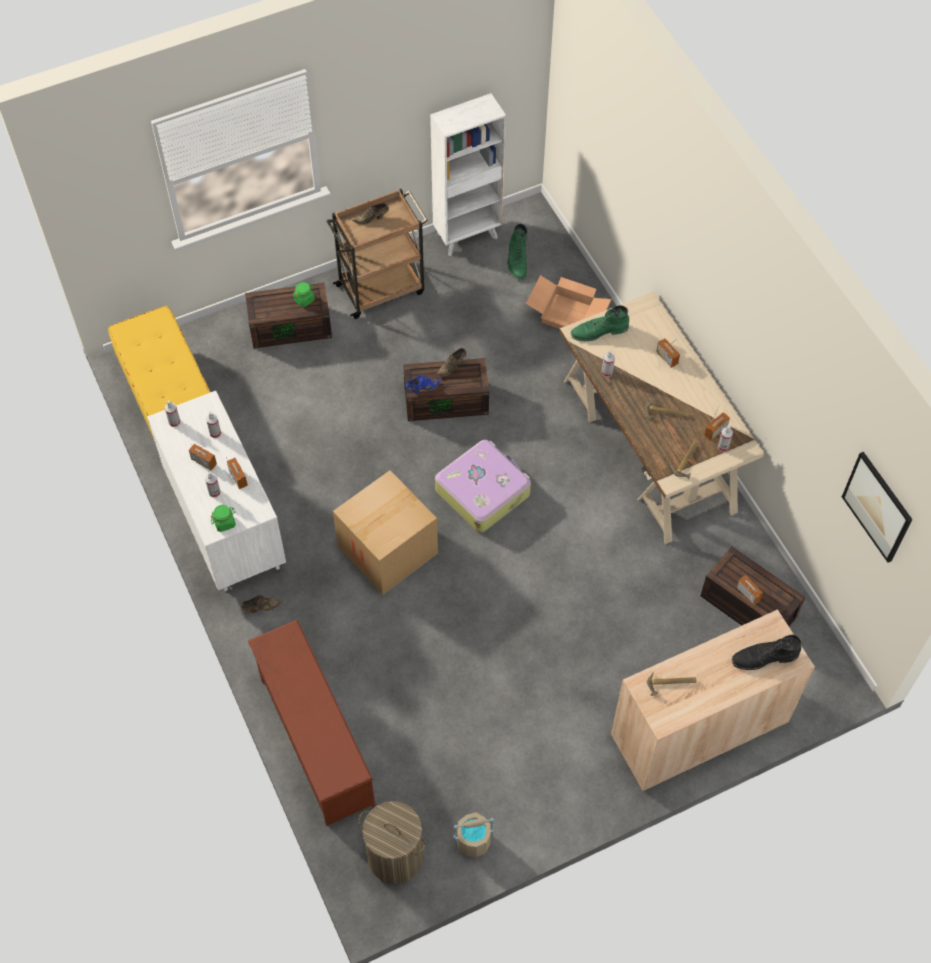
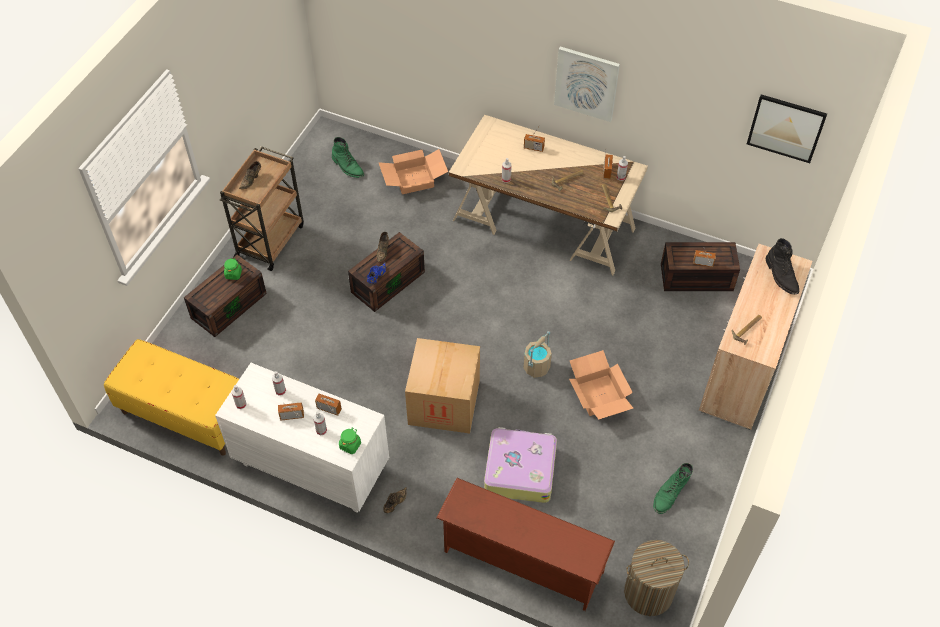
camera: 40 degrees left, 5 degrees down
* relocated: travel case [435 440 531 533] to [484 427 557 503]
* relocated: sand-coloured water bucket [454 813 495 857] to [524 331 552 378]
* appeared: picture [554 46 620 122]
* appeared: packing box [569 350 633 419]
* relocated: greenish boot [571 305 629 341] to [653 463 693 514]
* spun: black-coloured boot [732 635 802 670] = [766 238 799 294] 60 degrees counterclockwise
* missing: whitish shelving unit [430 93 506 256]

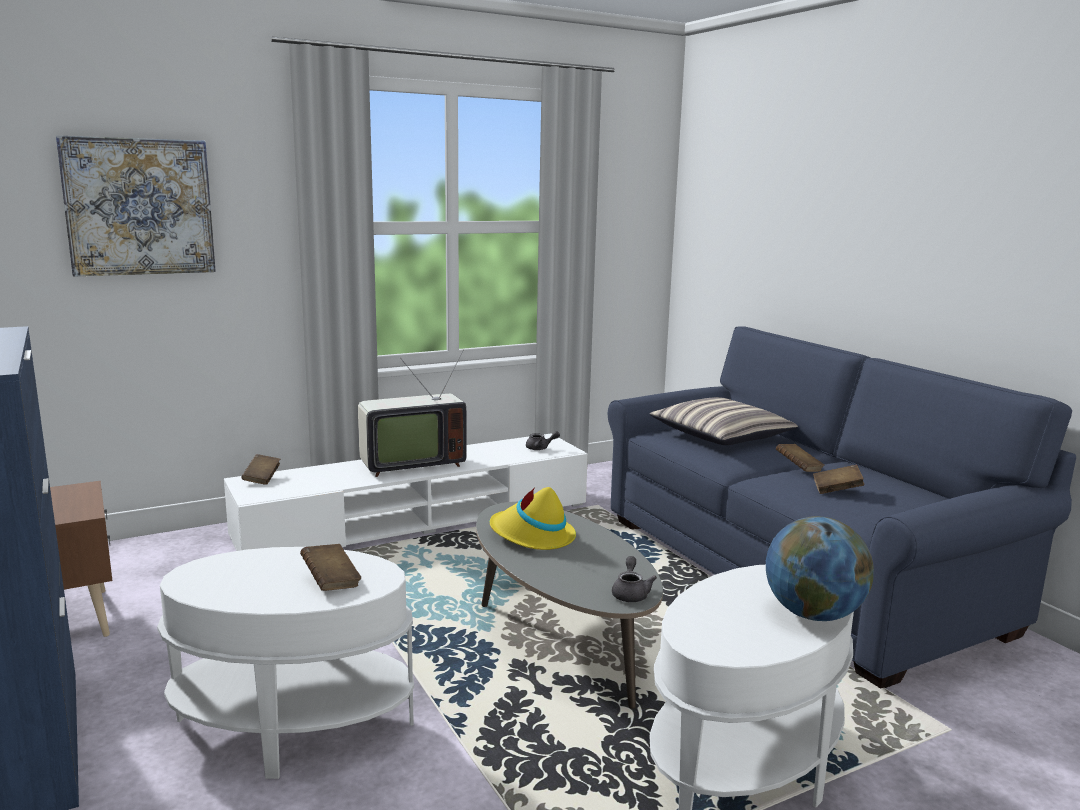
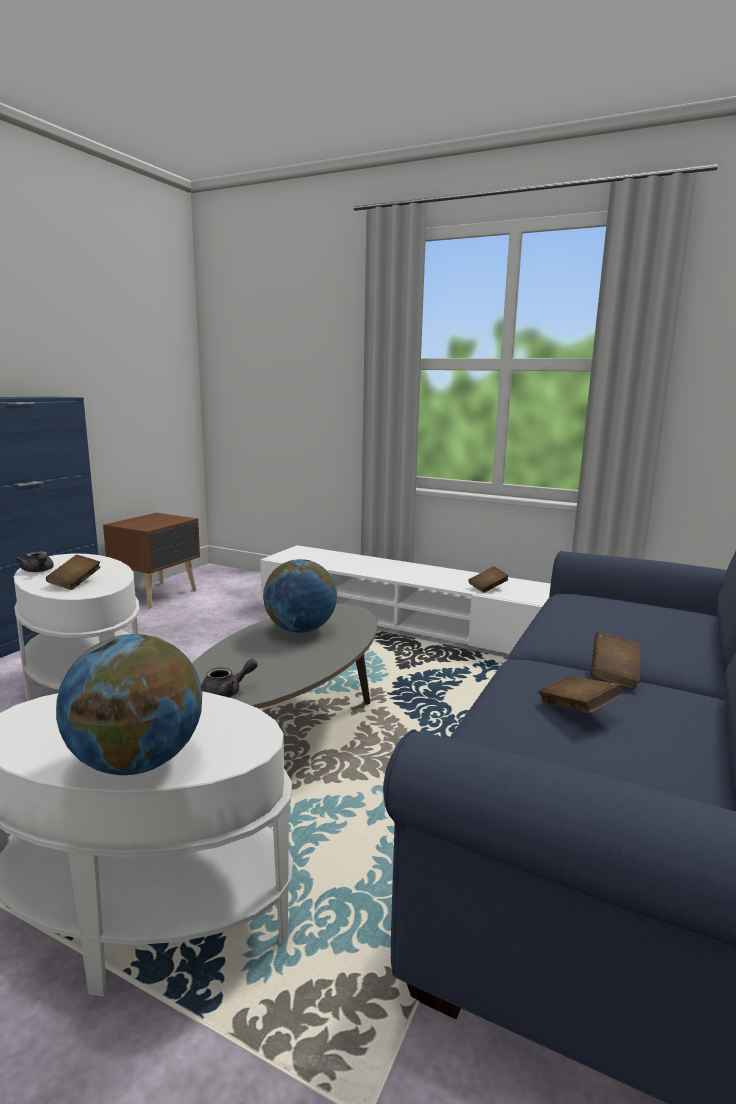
camera: 55 degrees right, 0 degrees up
* relocated: grey teapot [526 431 560 450] to [15 551 54 572]
* exchanged: yellowish hat [490 487 576 550] to globe [263 559 337 633]
* relocated: brown volume [241 454 280 485] to [469 566 509 593]
* missing: picture [56 135 216 277]
* missing: TV [358 349 467 477]
* missing: pillow [650 397 798 445]

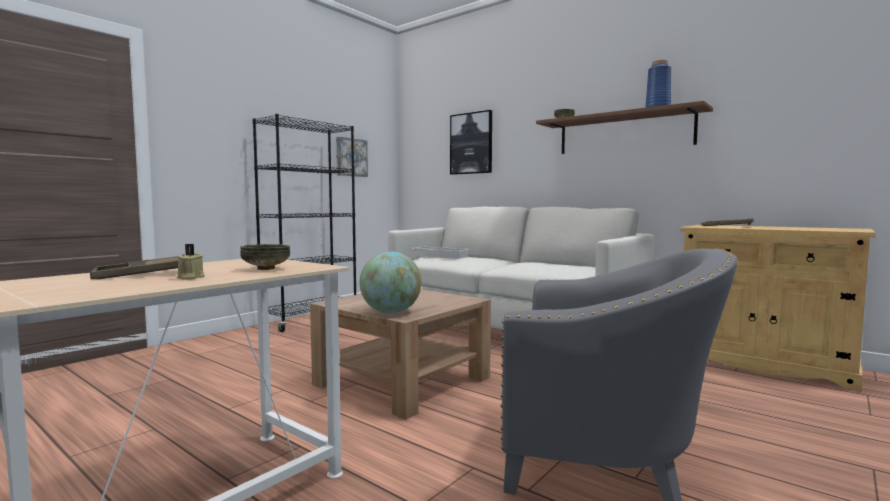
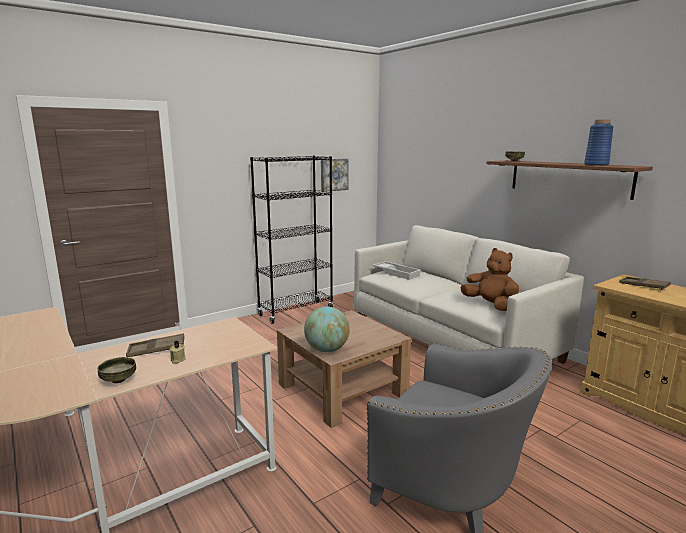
camera: 15 degrees right, 10 degrees up
* relocated: deep dish [240 244 290 270] to [98 357 136 383]
* appeared: brown soft toy [460 248 519 311]
* missing: picture [450 110 492 175]

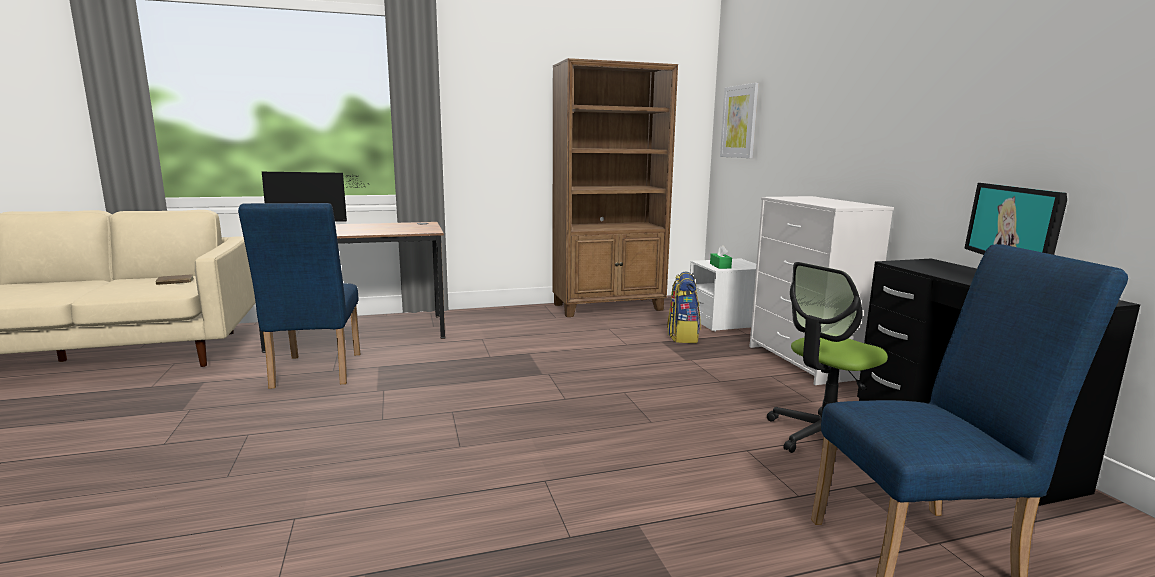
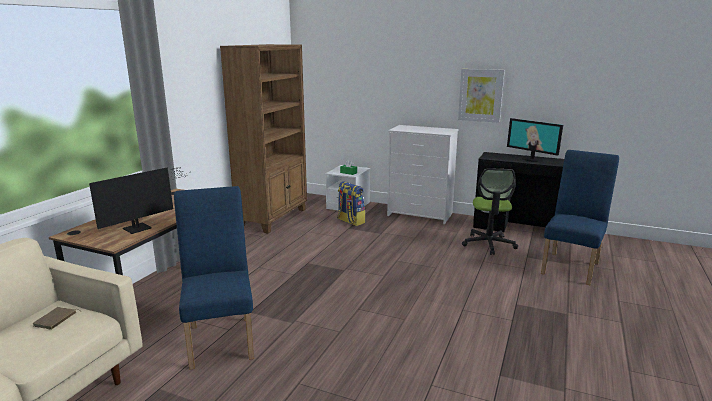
camera: 50 degrees left, 5 degrees up
* spun: blue-coloured plain chair [238 203 360 389] = [174 186 254 370] 135 degrees counterclockwise
* relocated: picture [720 83 759 158] to [458 69 505 123]

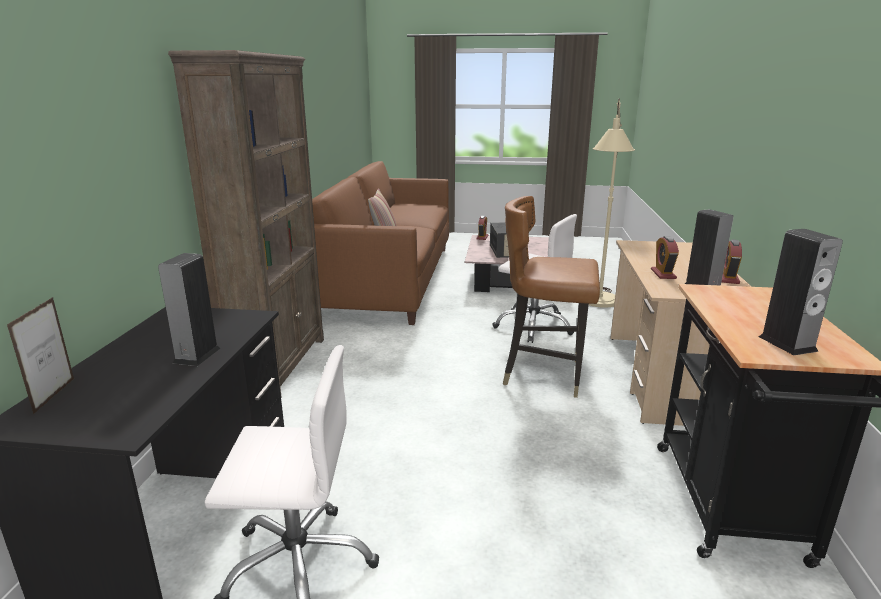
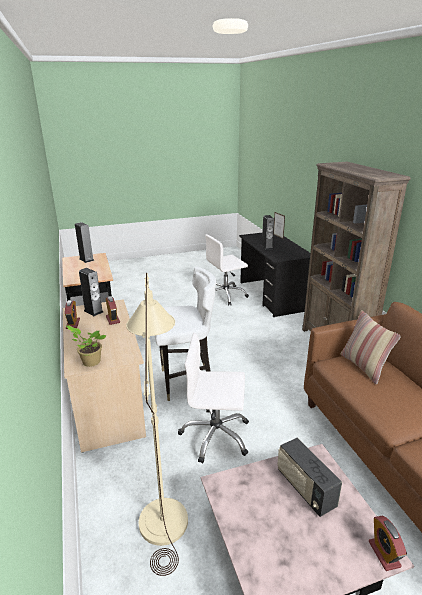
camera: 155 degrees right, 5 degrees up
* appeared: plant in a pot [66 325 107 367]
* colour: brown plain chair [503 196 600 398] to whitish plain chair [155 267 216 401]

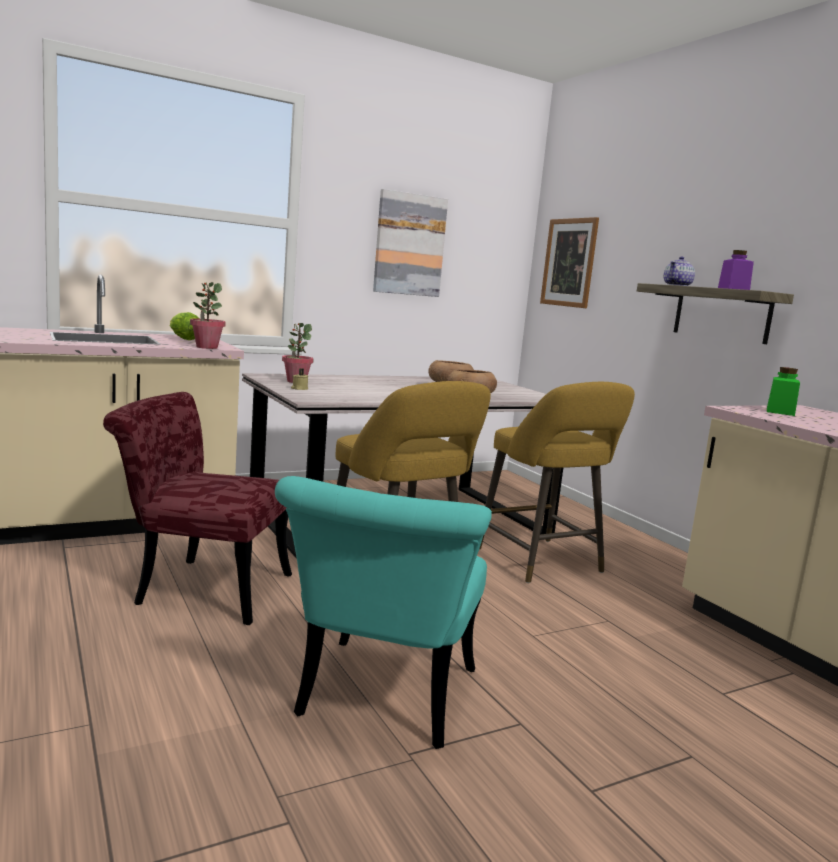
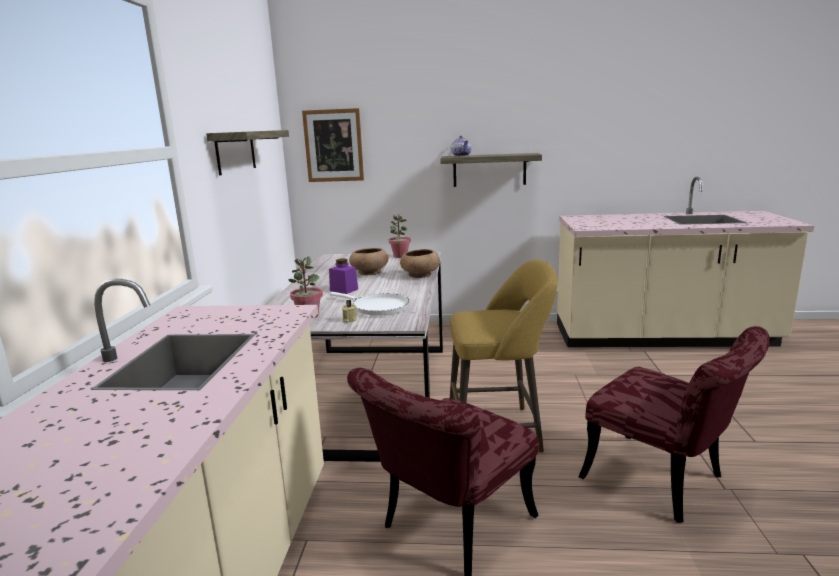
camera: 55 degrees left, 5 degrees up
* exchanged: picture [373 189 448 297] to shelf [206 130 289 175]
* relocated: purple preserve jar [718 250 754 290] to [329 258 358 294]
* appeared: whitish pan [330 292 409 316]
* relocated: plant in a pot [190 282 226 349] to [389 214 411 258]
* colour: turquoise plain chair [275 476 492 749] to red plain chair [579 326 770 523]
* missing: lettuce head [170 312 200 340]
* missing: yellowish sitting stool [479 382 635 583]
* missing: greenish preserve jar [767 367 800 416]

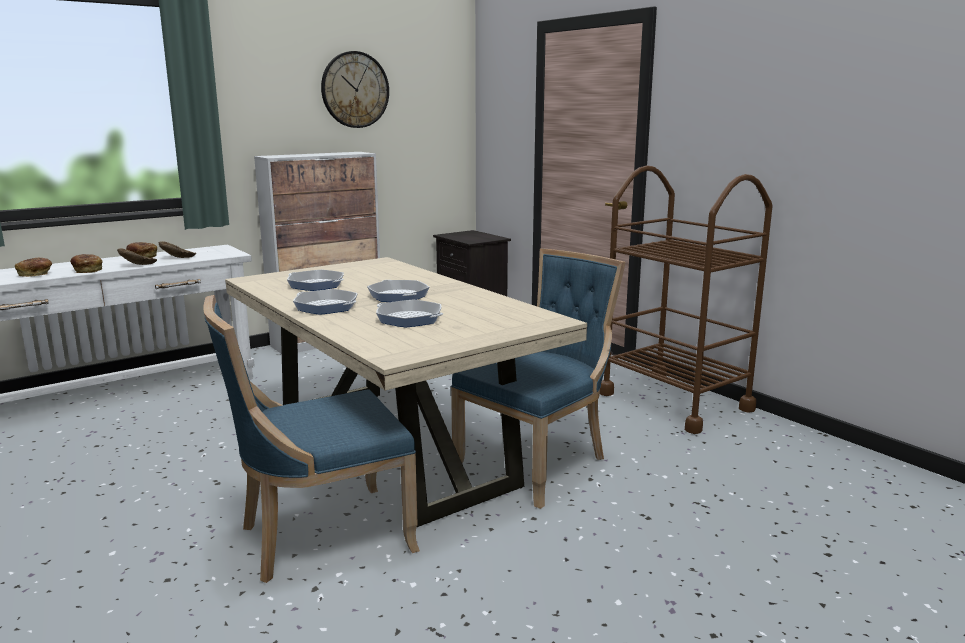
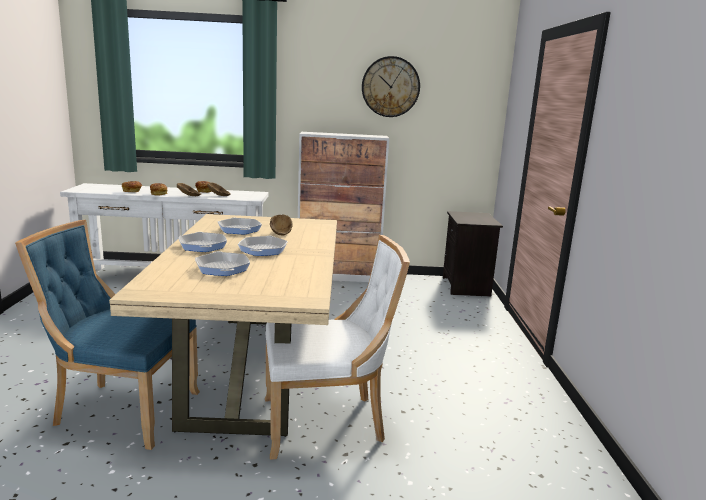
camera: 35 degrees right, 0 degrees up
* colour: blue-coloured plain chair [451 249 625 509] to whitish plain chair [265 235 410 460]
* appeared: brown deep dish [270 214 292 236]
* missing: brown cart [600 165 773 434]

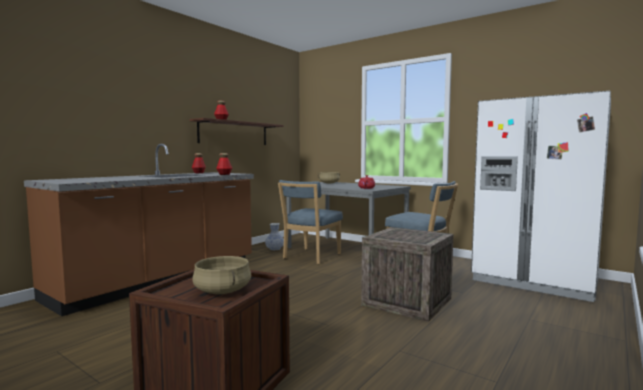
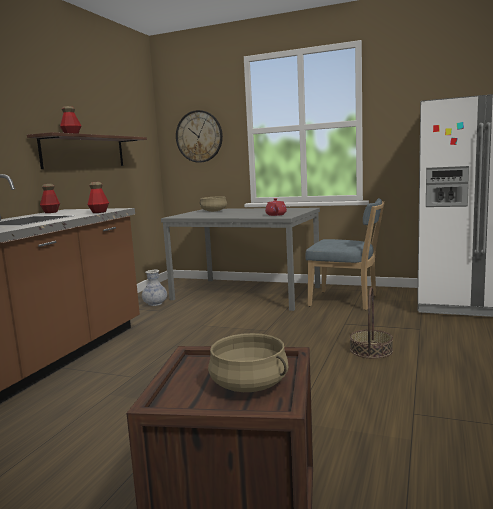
camera: 15 degrees left, 5 degrees up
* appeared: clock on the wall [176 110 223 163]
* exchanged: crate [361 227 453 322] to basket [350 287 393 359]
* missing: blue-coloured plain chair [278 180 343 264]

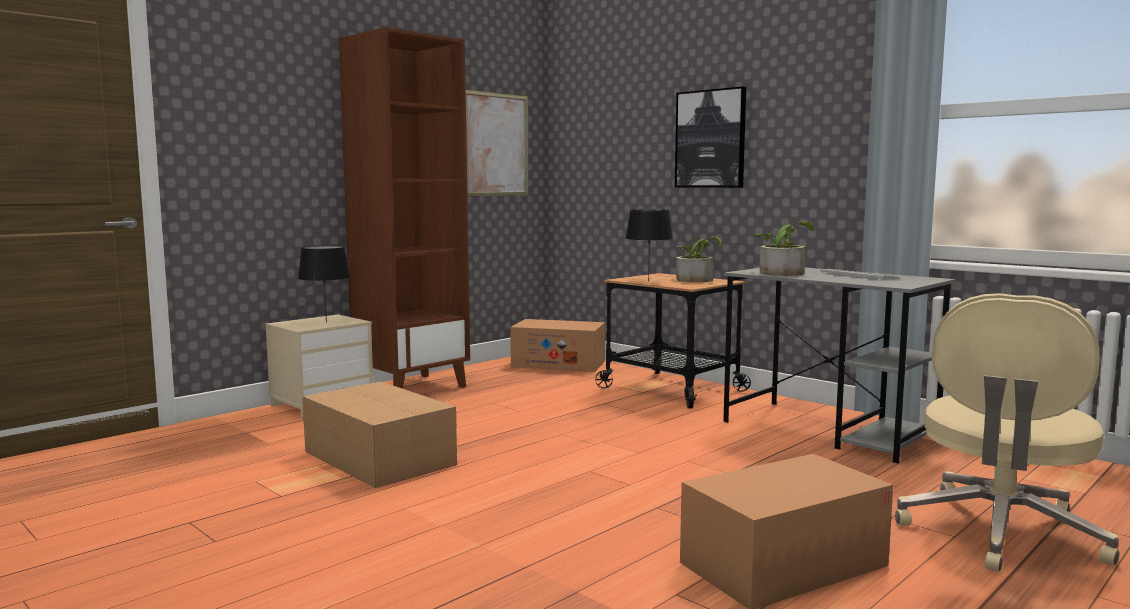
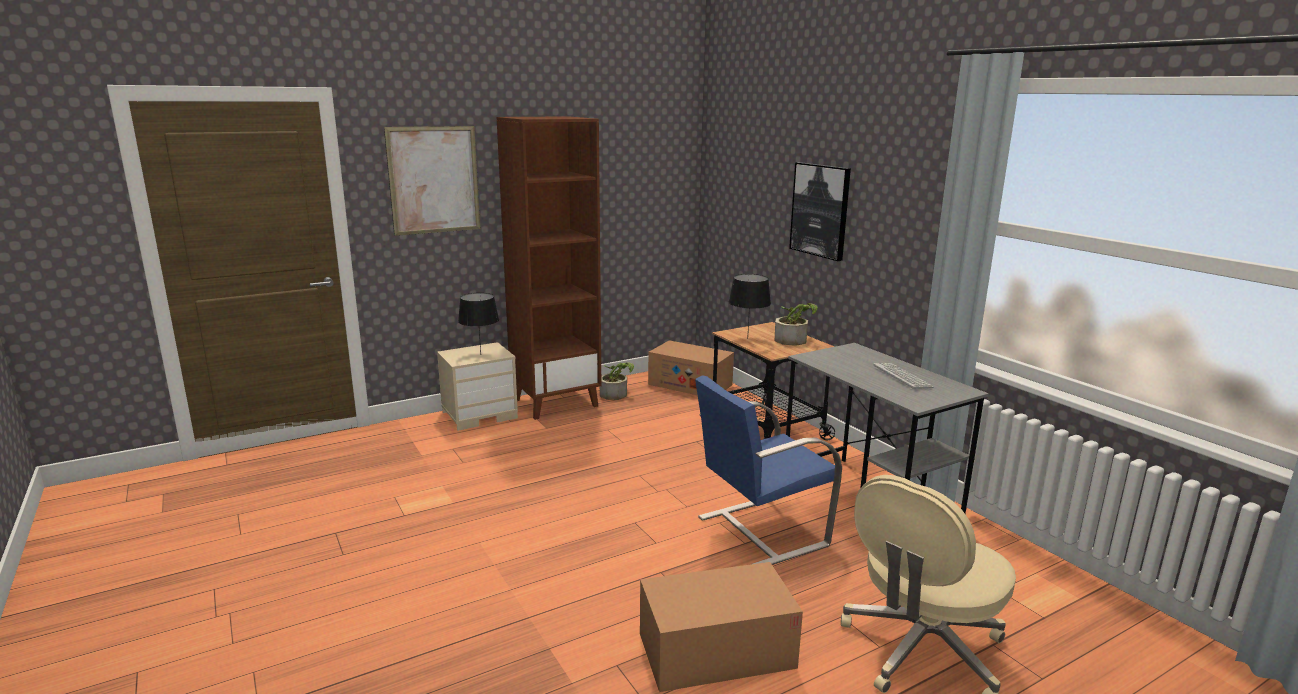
camera: 15 degrees right, 10 degrees up
* relocated: picture [466 90 529 196] to [384 126 480 236]
* relocated: plant in a pot [755 221 815 276] to [600 362 634 400]
* appeared: blue-coloured plain chair [695 375 842 565]
* missing: packing box [303 382 457 488]

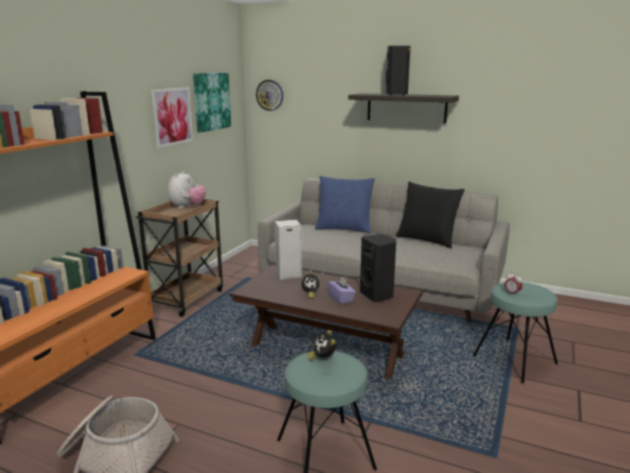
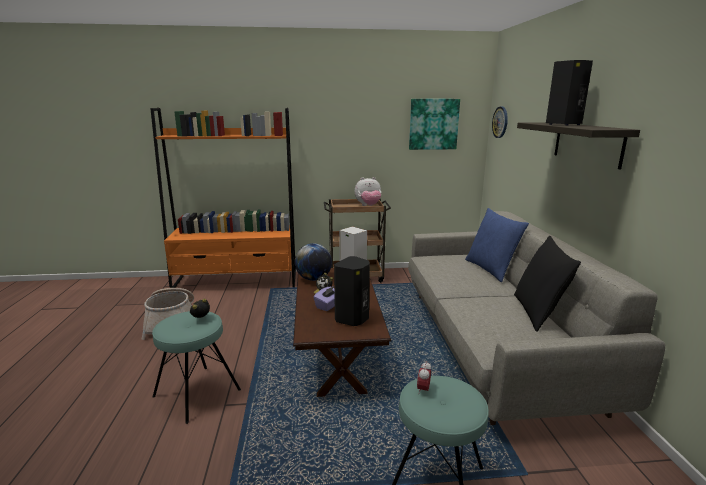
camera: 60 degrees right, 0 degrees up
* appeared: globe [295 243 332 281]
* missing: picture [151 88 193 148]

